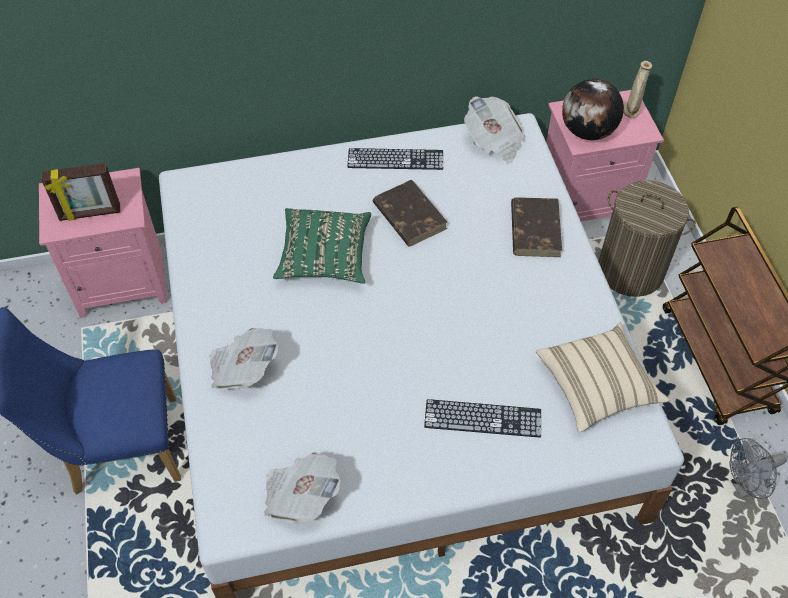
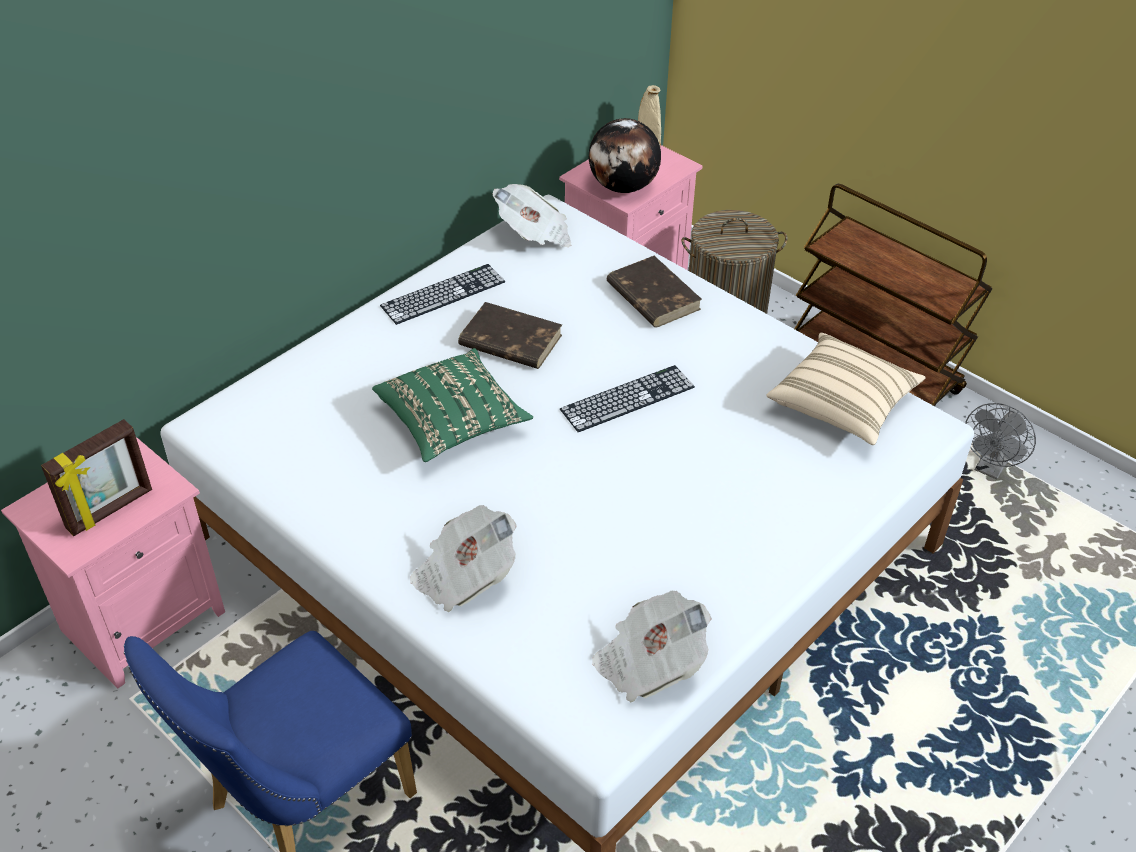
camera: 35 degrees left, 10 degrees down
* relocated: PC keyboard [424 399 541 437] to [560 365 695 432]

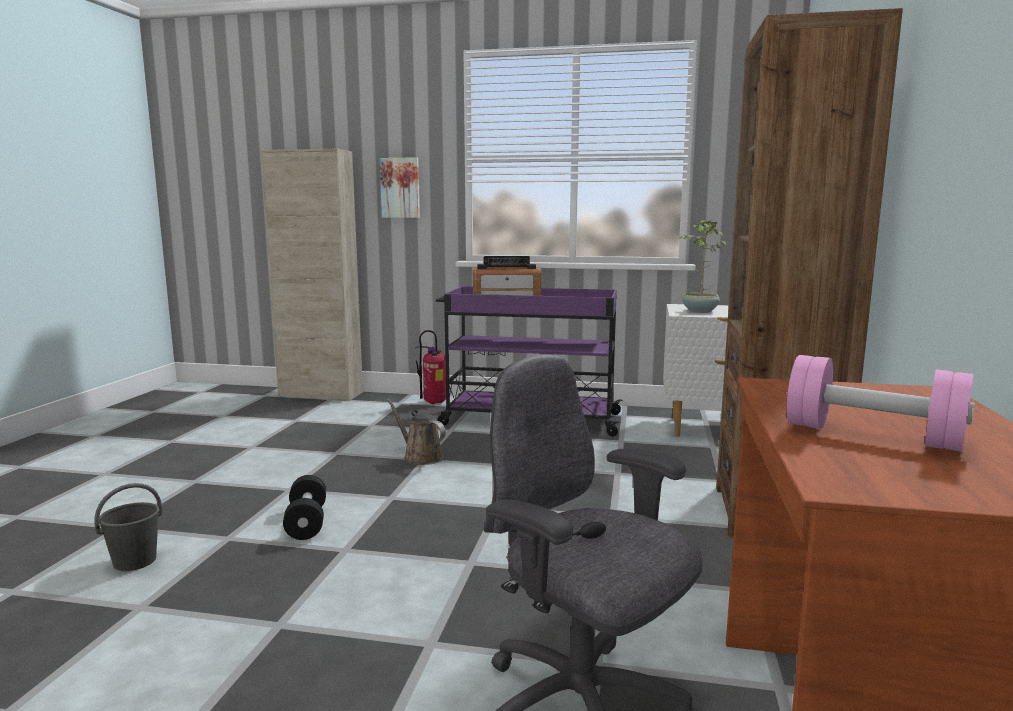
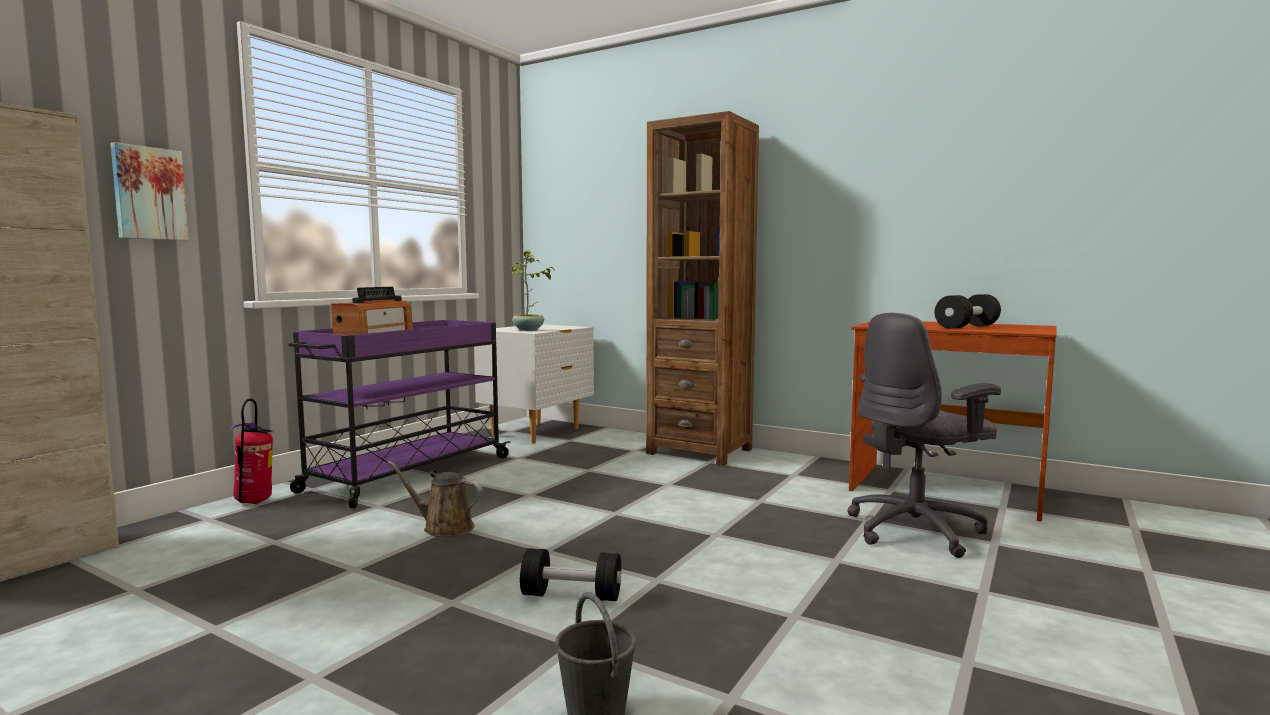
camera: 70 degrees left, 5 degrees down
* spun: brown sprinkling can [387 398 446 465] = [387 461 483 537] 45 degrees clockwise
* colour: pink-coloured dumbbell [787 355 975 452] to black-coloured dumbbell [935 294 1001 329]

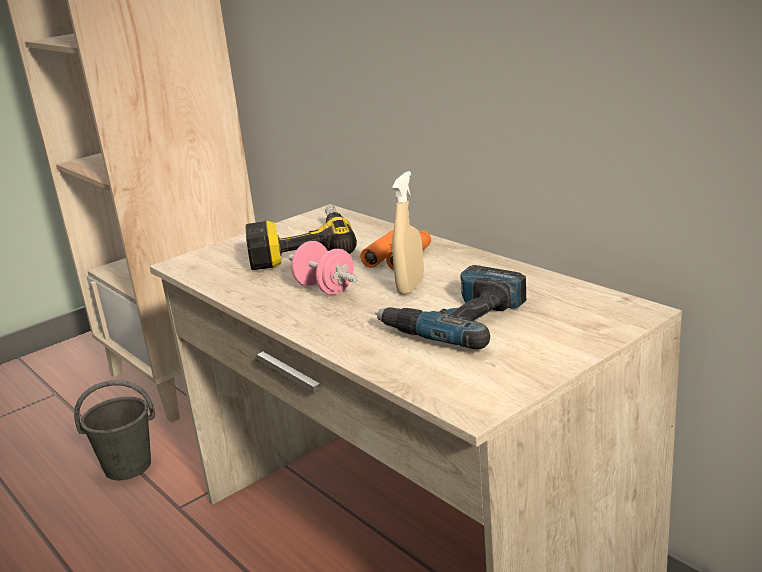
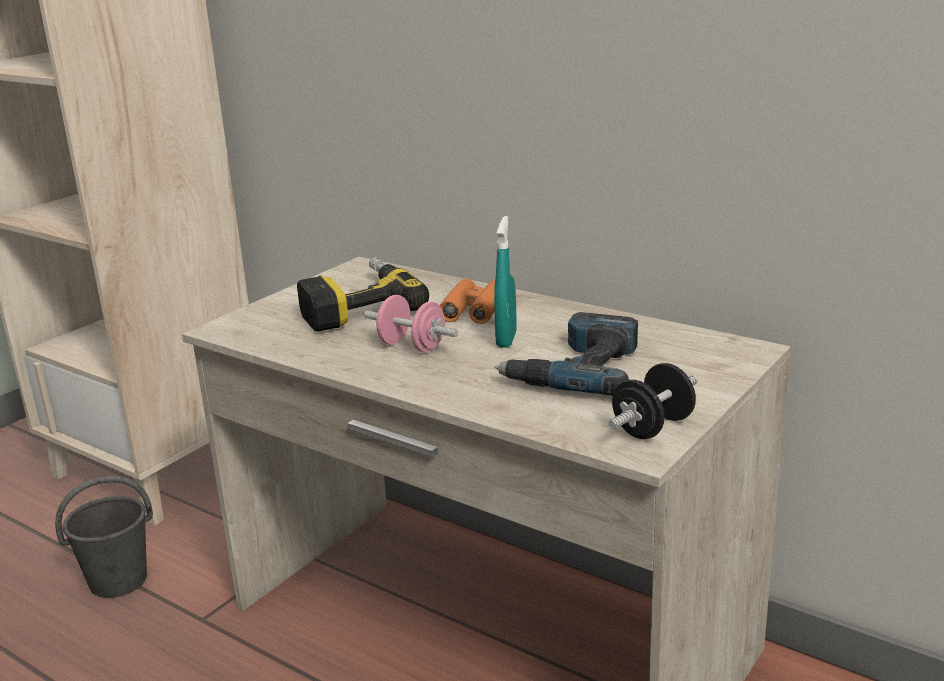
camera: 15 degrees left, 0 degrees up
* colour: sand-coloured hand sprayer [392 171 424 295] to turquoise hand sprayer [494 216 517 348]
* appeared: black-coloured dumbbell [609 363 698 439]

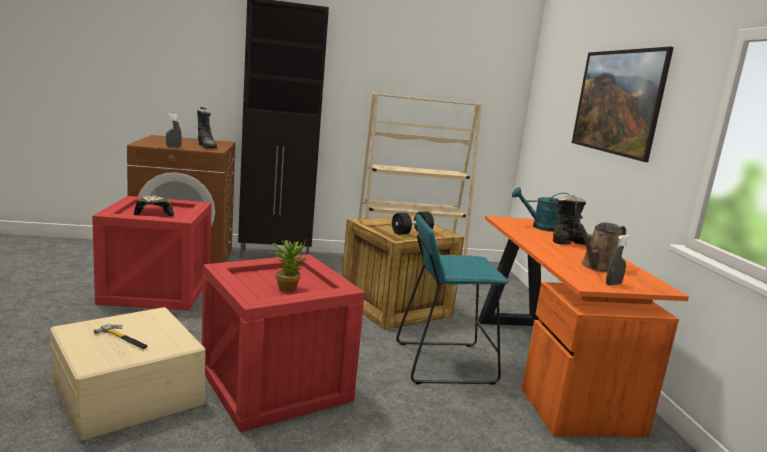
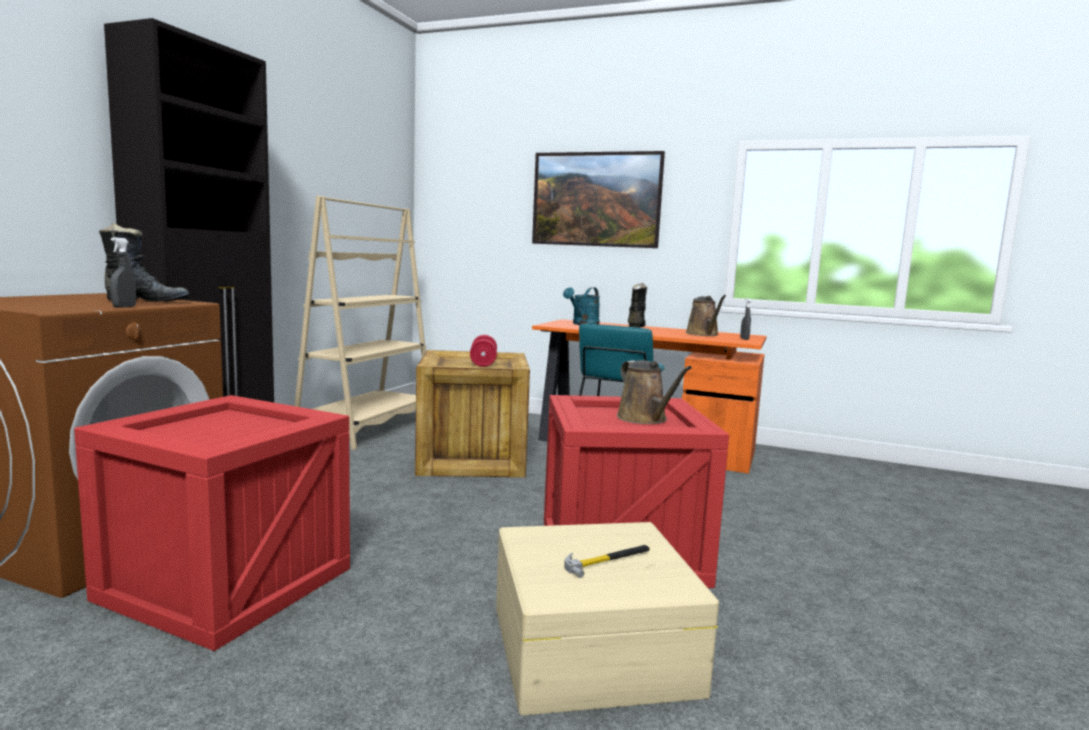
camera: 60 degrees left, 5 degrees down
* colour: black-coloured dumbbell [392 212 434 235] to red dumbbell [470 335 497 367]
* exchanged: plant in a pot [269 239 307 292] to brown sprinkling can [617 360 692 424]
* missing: peaked cap [134 196 174 216]

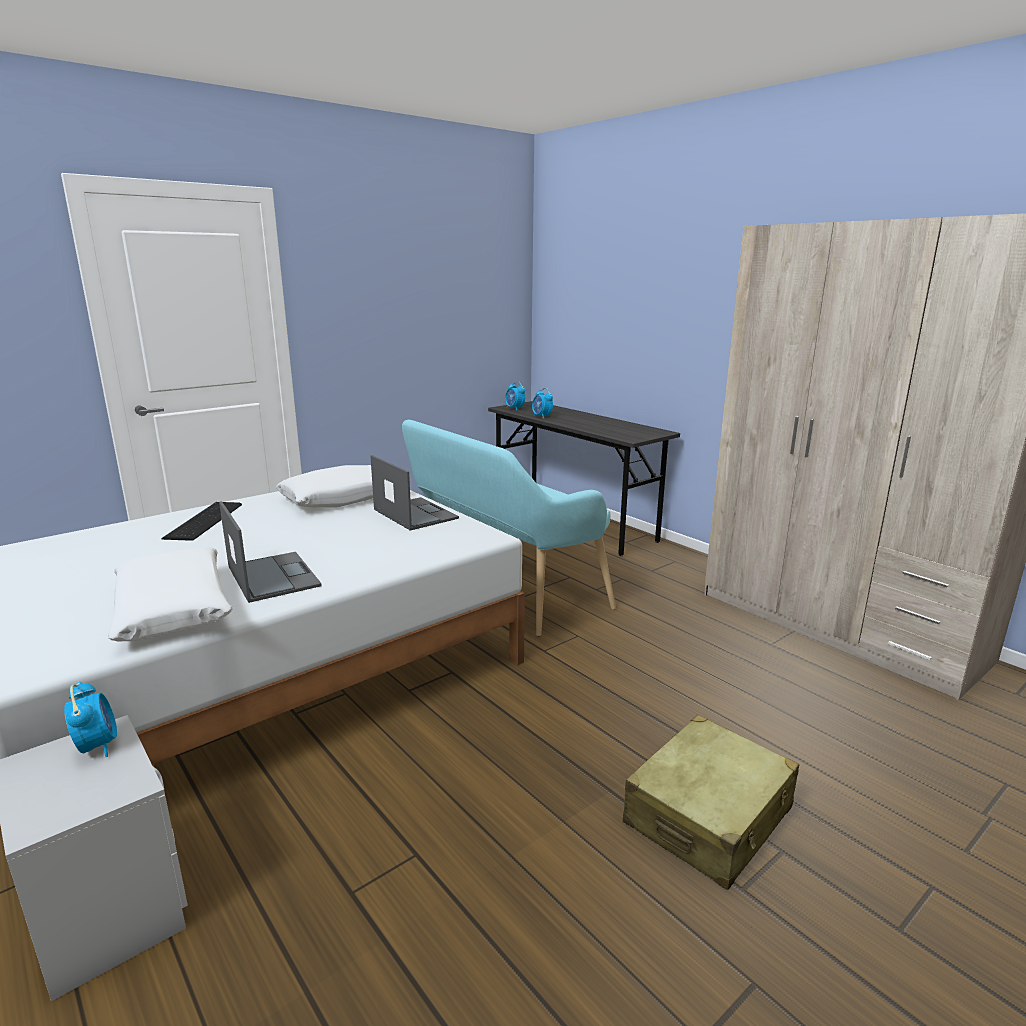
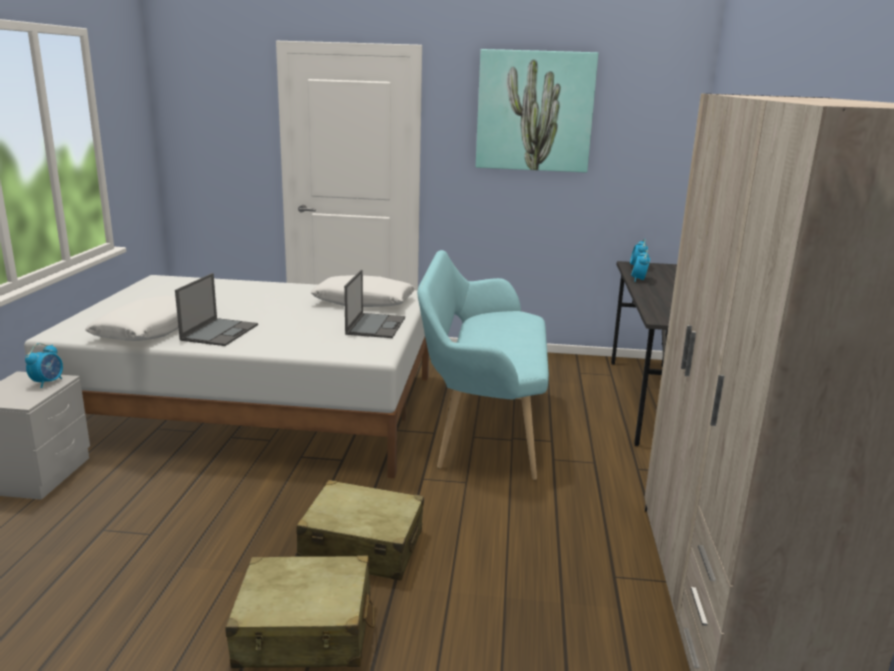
camera: 45 degrees right, 0 degrees up
* appeared: sand-coloured travel case [296 480 424 581]
* appeared: picture [476 49 598 173]
* missing: PC keyboard [161 502 242 541]

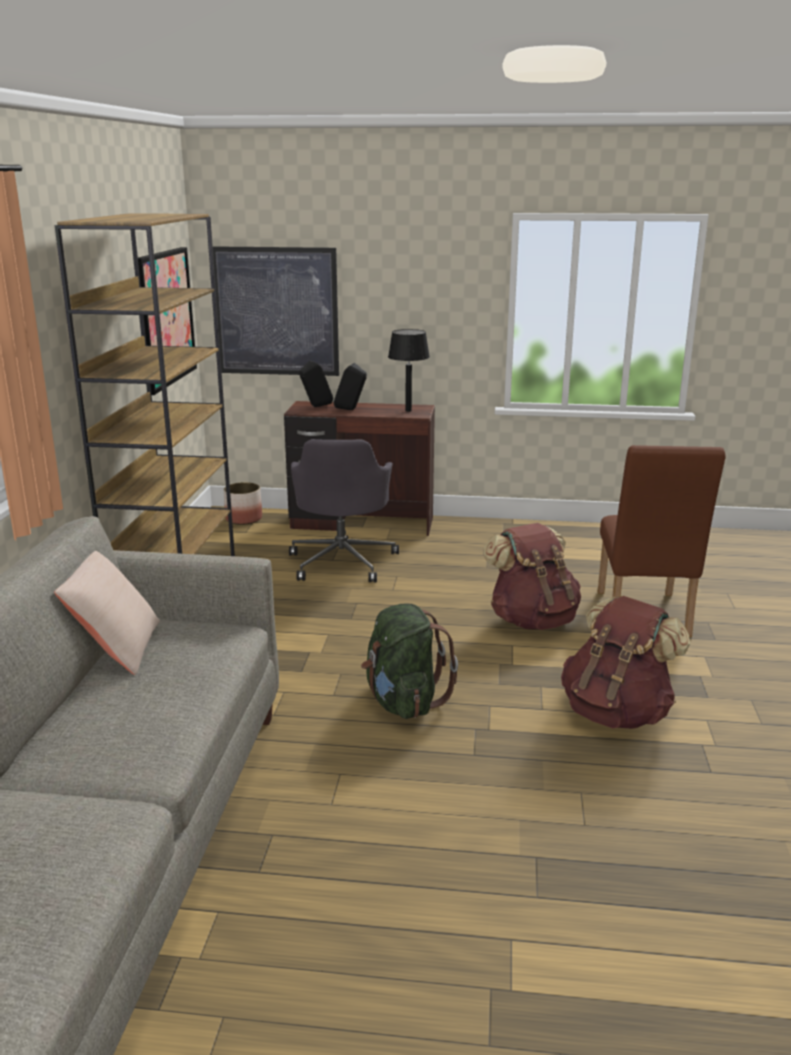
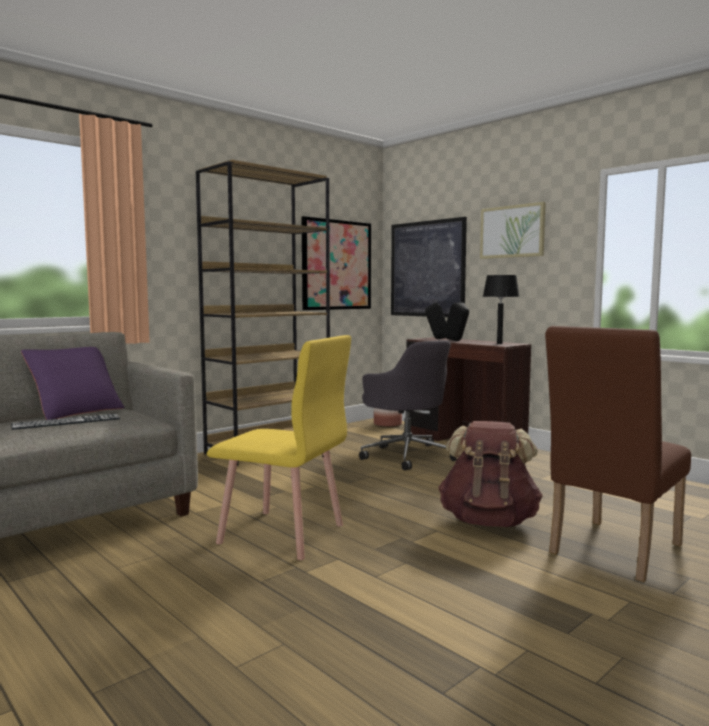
camera: 40 degrees right, 15 degrees down
* appeared: PC keyboard [11 414 120 430]
* colour: sand-coloured pillow [54 551 160 675] to purple pillow [21 347 125 420]
* exchanged: greenish backpack [361 604 458 719] to yellowish plain chair [207 335 351 560]
* spun: grey office chair [289 439 399 582] = [359 340 457 470] 75 degrees counterclockwise
* appeared: picture [480 202 546 259]
* missing: brown backpack [561 596 690 729]

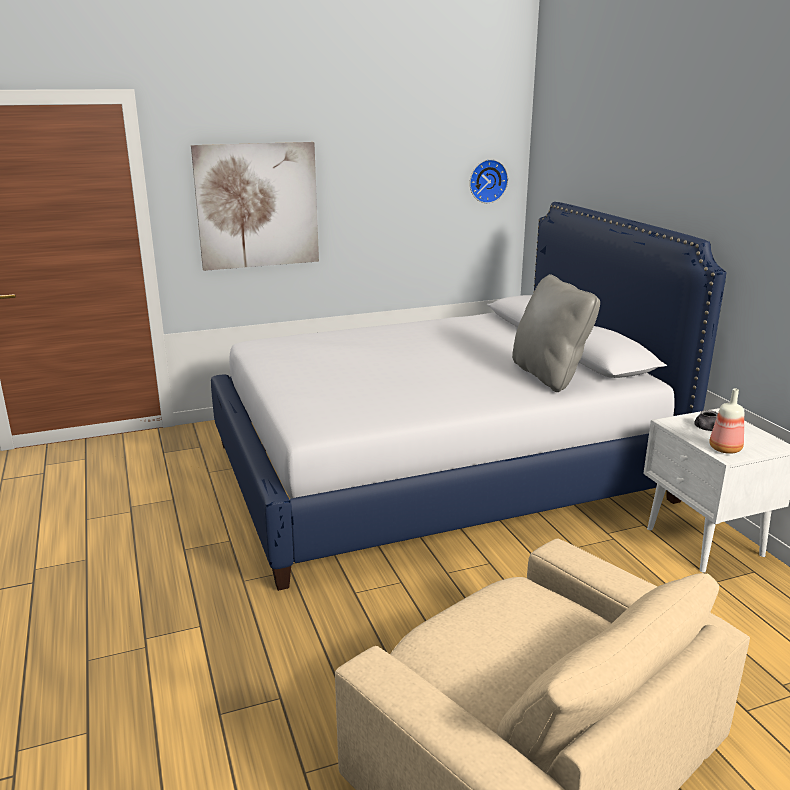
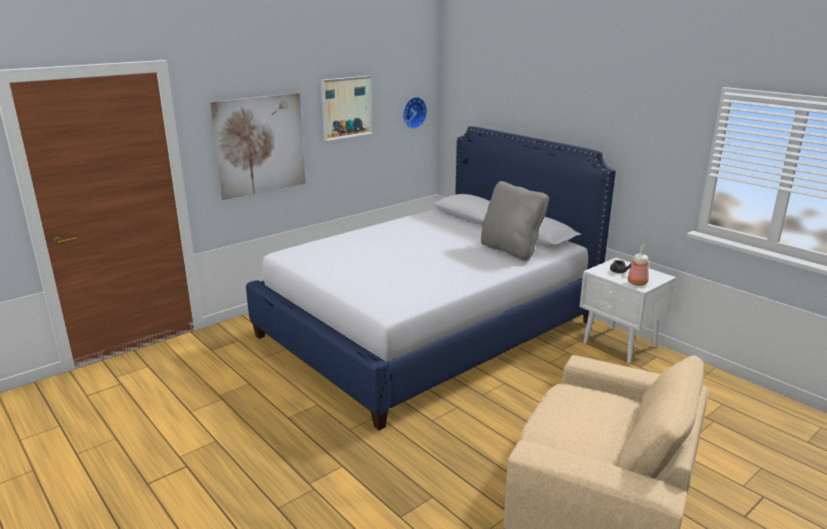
camera: 20 degrees left, 0 degrees up
* appeared: picture [321 76 373 141]

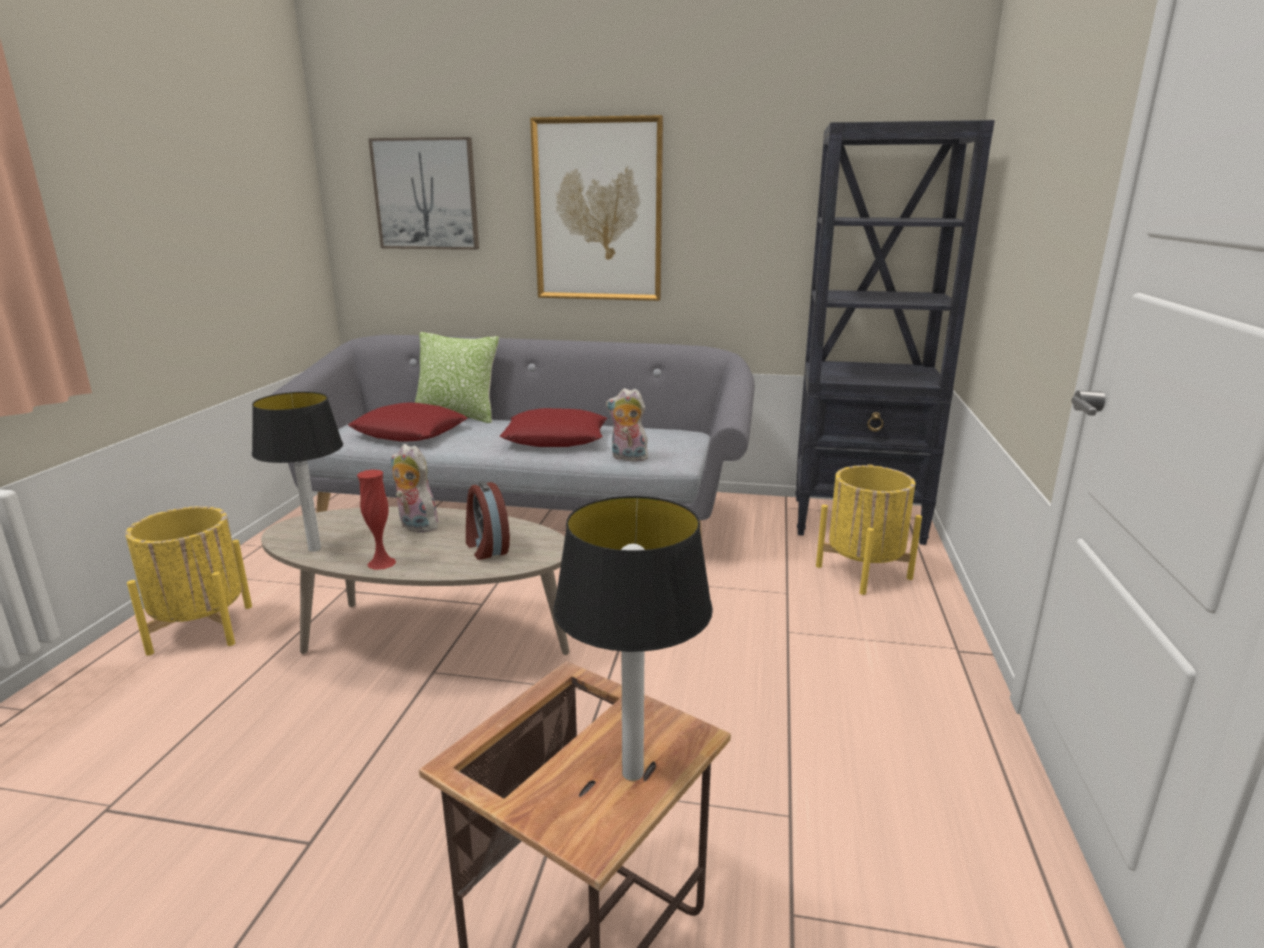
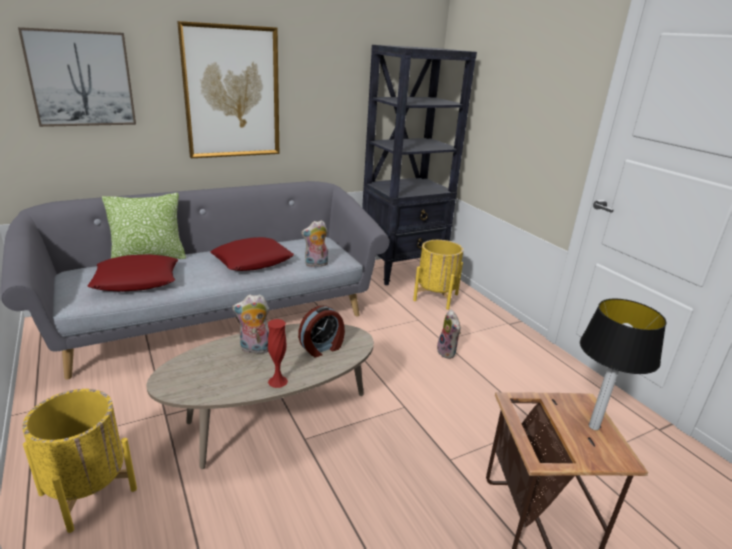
camera: 40 degrees left, 5 degrees up
* spun: table clock [466 481 510 560] = [298 305 345 357] 60 degrees counterclockwise
* appeared: soft toy [437 310 461 359]
* missing: table lamp [252 392 343 552]

